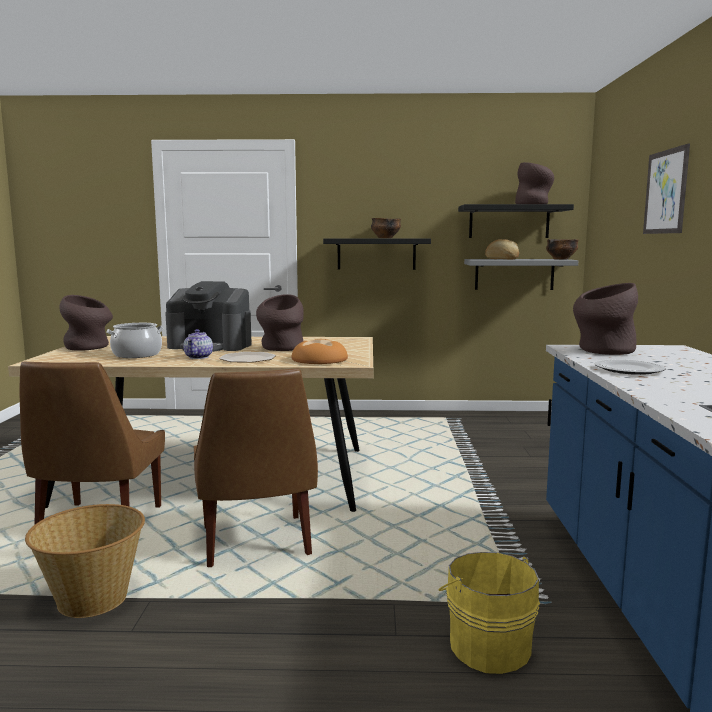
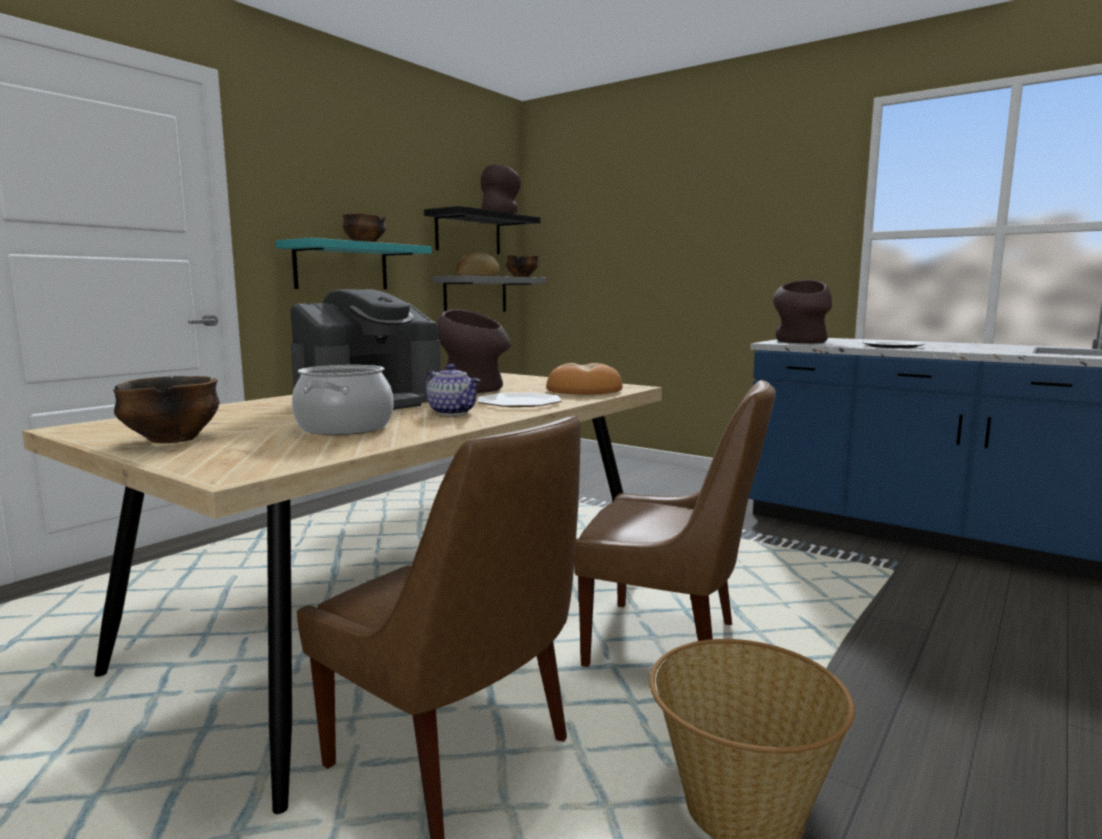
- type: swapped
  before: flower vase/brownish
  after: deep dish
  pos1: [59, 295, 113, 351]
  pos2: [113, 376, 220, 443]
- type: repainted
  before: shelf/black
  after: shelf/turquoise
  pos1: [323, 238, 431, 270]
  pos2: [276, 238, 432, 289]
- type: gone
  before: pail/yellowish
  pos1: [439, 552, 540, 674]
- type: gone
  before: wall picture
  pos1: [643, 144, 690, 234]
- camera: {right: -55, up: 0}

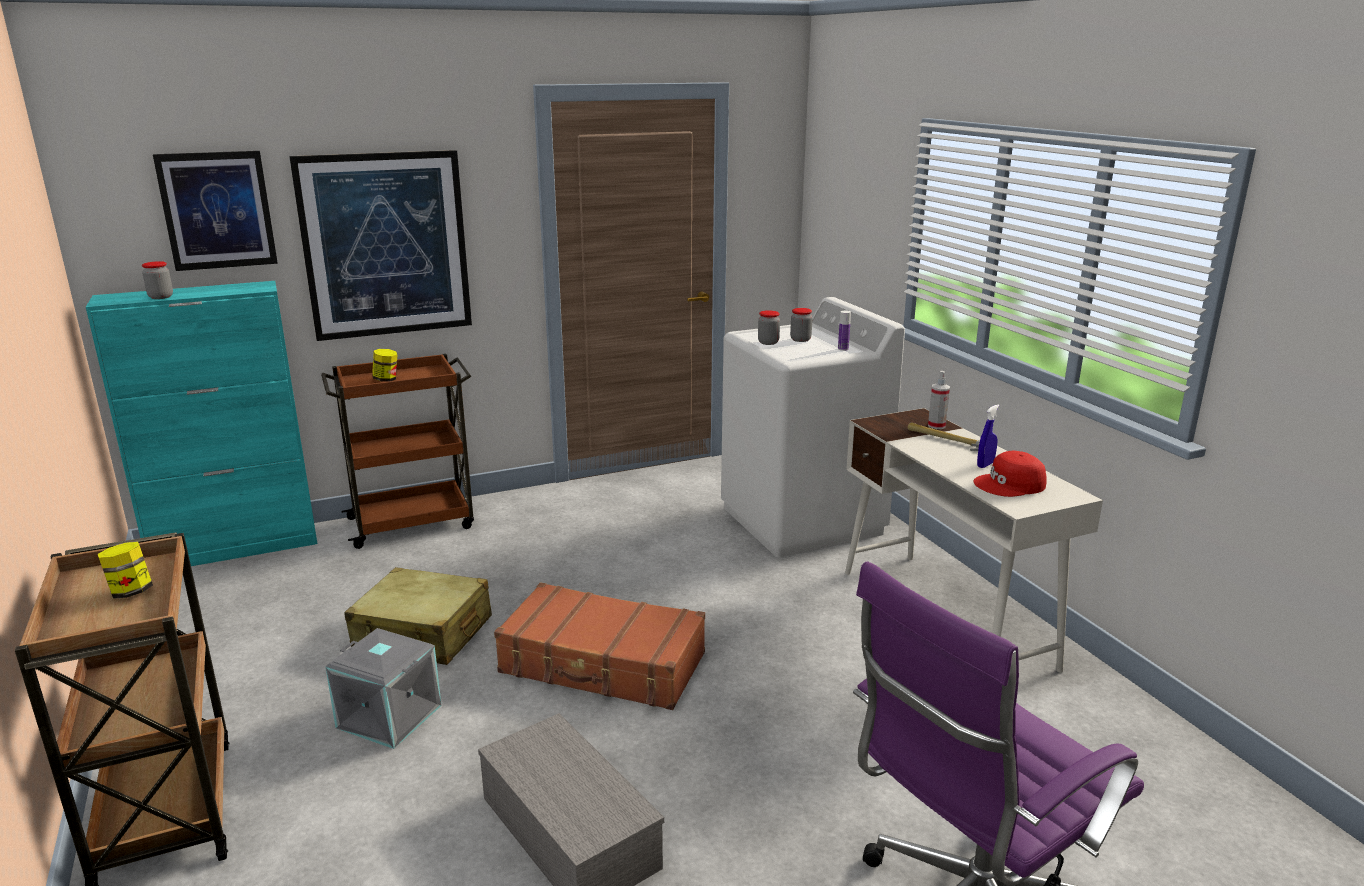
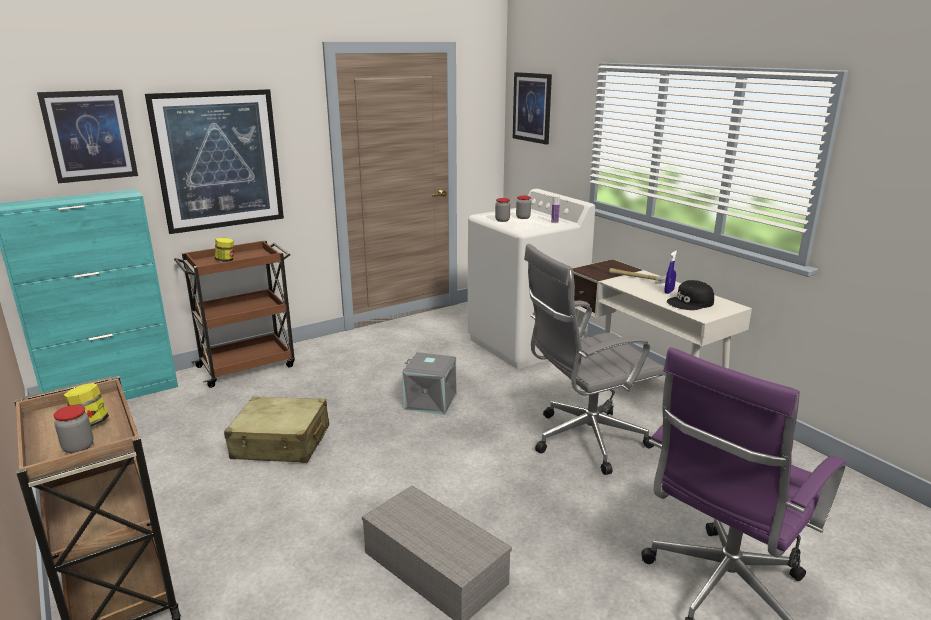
- type: shifted
  before: jar
  pos1: [142, 261, 173, 299]
  pos2: [53, 405, 93, 454]
- type: shifted
  before: storage bin/grey
  pos1: [325, 628, 441, 749]
  pos2: [402, 352, 456, 415]
- type: gone
  before: piece of luggage/brownish
  pos1: [494, 582, 705, 710]
- type: gone
  before: sprayer
  pos1: [928, 371, 950, 429]
- type: repainted
  before: cap/red
  after: cap/black
  pos1: [973, 451, 1047, 497]
  pos2: [667, 280, 714, 310]
- type: new
  after: wall picture
  pos2: [513, 72, 552, 145]
- type: new
  after: desk chair/grey
  pos2: [524, 244, 666, 475]
- camera: {right: -10, up: 0}

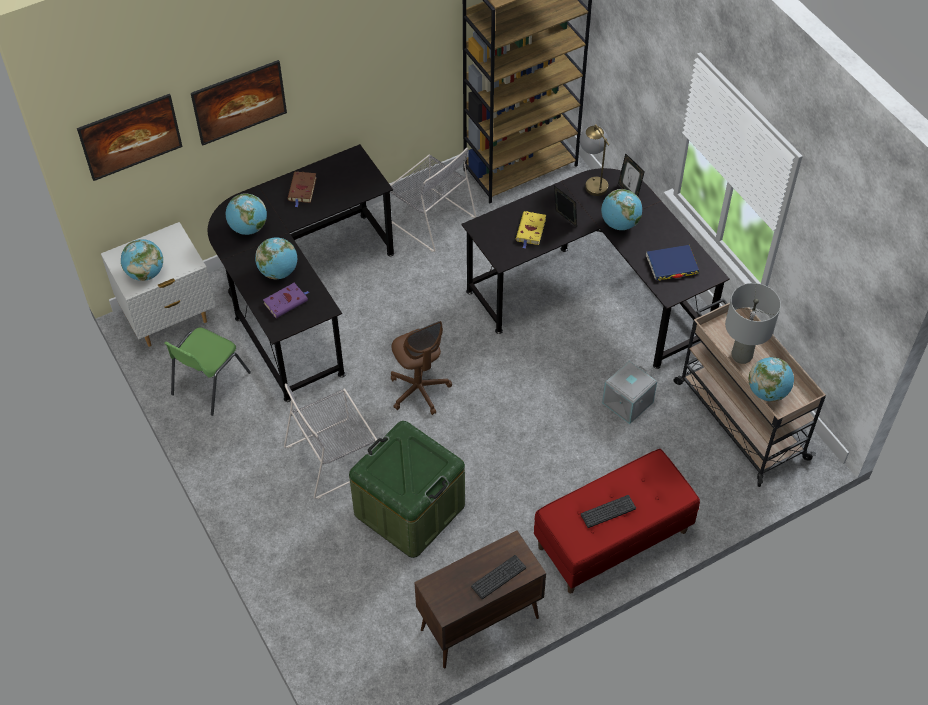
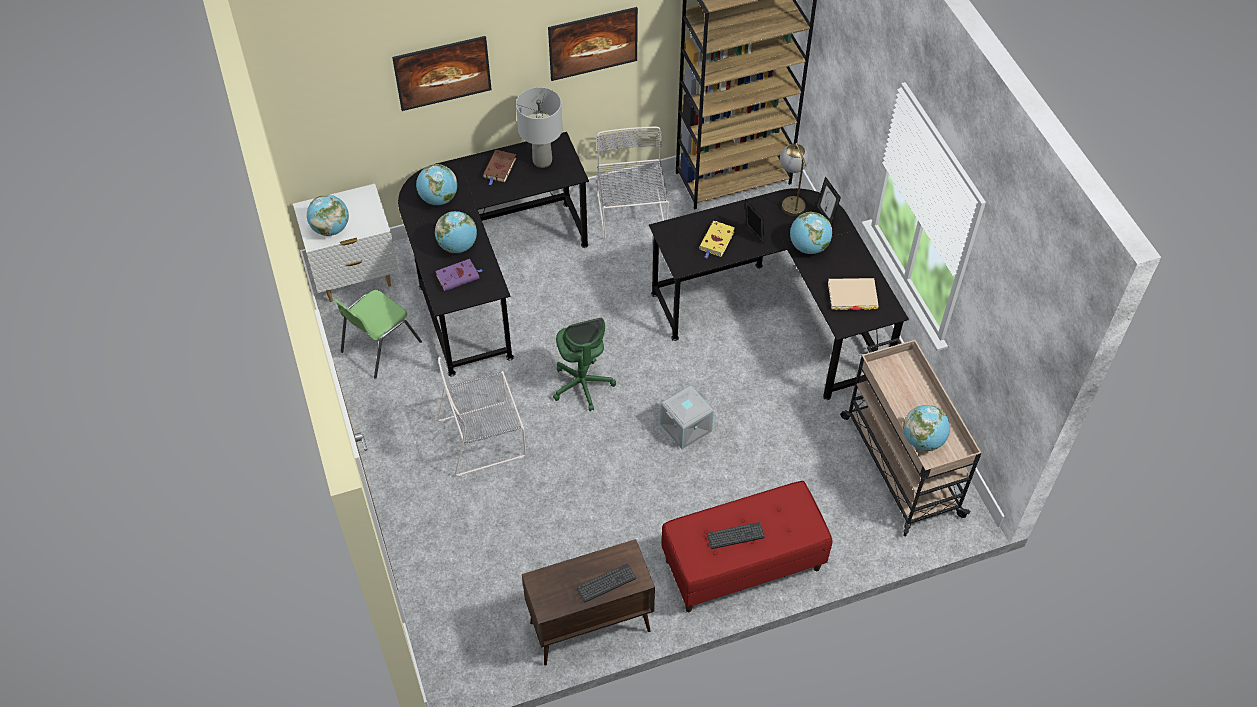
- type: shifted
  before: wall picture
  pos1: [77, 94, 183, 181]
  pos2: [548, 7, 638, 81]
- type: gone
  before: storage bin/green-coloured
  pos1: [349, 421, 465, 558]
- type: rotated
  before: plain chair/grey
  pos1: [390, 148, 476, 252]
  pos2: [597, 127, 669, 239]
  turn: -150
- type: repainted
  before: desk chair/brownish
  after: desk chair/green-coloured
  pos1: [391, 321, 452, 415]
  pos2: [553, 318, 616, 411]
- type: shifted
  before: storage bin/grey
  pos1: [602, 361, 657, 424]
  pos2: [660, 385, 714, 449]
- type: repainted
  before: volume/blue-coloured
  after: volume/beige-coloured
  pos1: [646, 245, 699, 280]
  pos2: [828, 278, 879, 310]
- type: shifted
  before: lamp for a table/grey
  pos1: [725, 283, 781, 364]
  pos2: [516, 87, 563, 168]
- camera: {right: 10, up: 0}

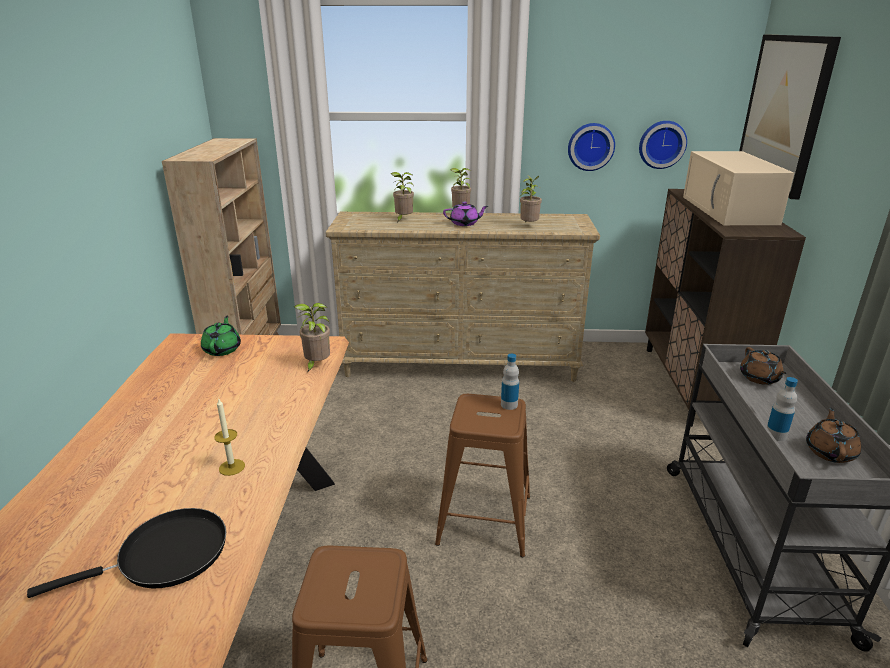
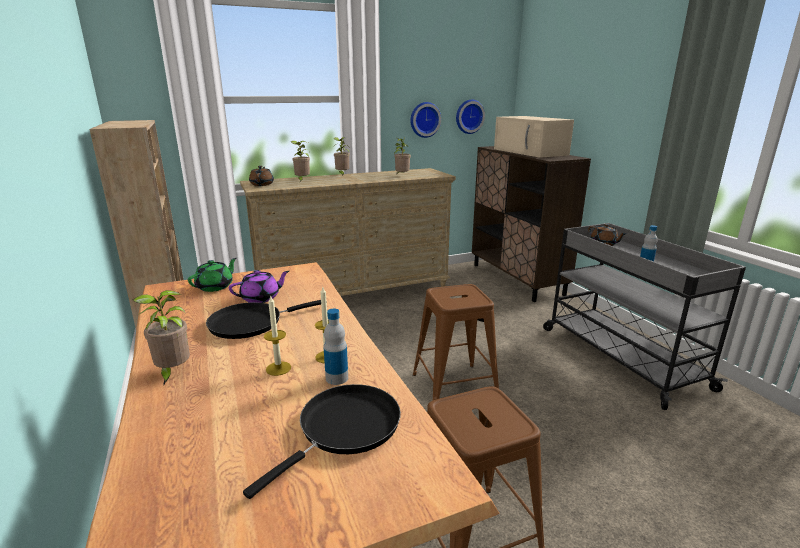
- type: rotated
  before: tea pot/green-coloured
  pos1: [201, 316, 241, 356]
  pos2: [188, 258, 237, 292]
  turn: 60
- type: shifted
  before: plant in a pot
  pos1: [294, 303, 330, 373]
  pos2: [133, 290, 190, 386]
- type: shifted
  before: tea pot/purple-coloured
  pos1: [443, 202, 488, 226]
  pos2: [229, 270, 289, 303]
- type: shifted
  before: beverage bottle
  pos1: [501, 354, 519, 410]
  pos2: [324, 309, 348, 385]
- type: gone
  before: wall picture
  pos1: [739, 35, 841, 199]
- type: shifted
  before: tea pot/brownish
  pos1: [806, 408, 861, 463]
  pos2: [249, 166, 274, 186]
- type: new
  after: pan/black
  pos2: [206, 300, 327, 339]
- type: new
  after: candle
  pos2: [264, 295, 291, 376]
- camera: {right: -25, up: -5}

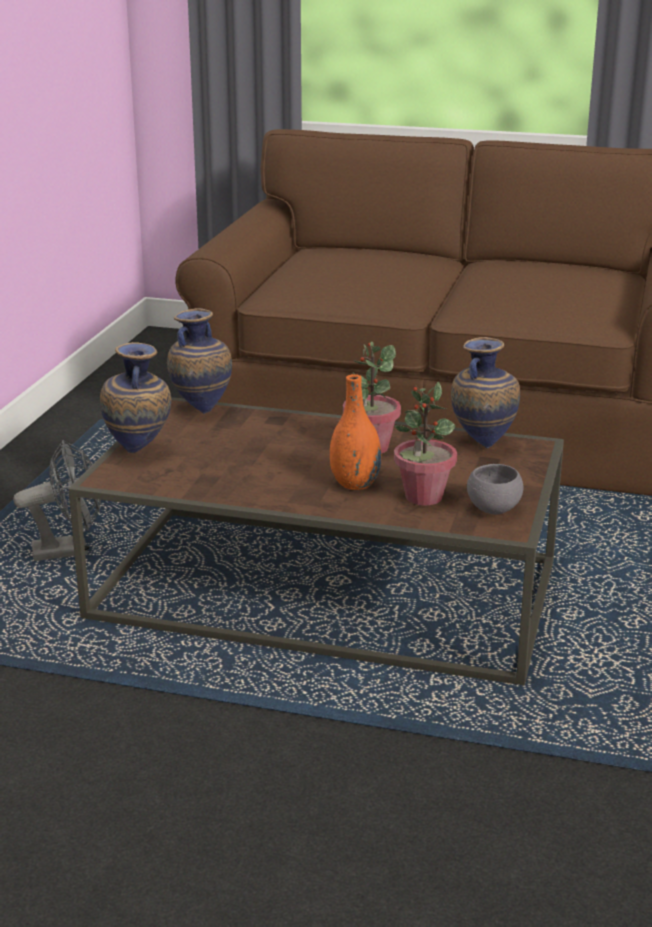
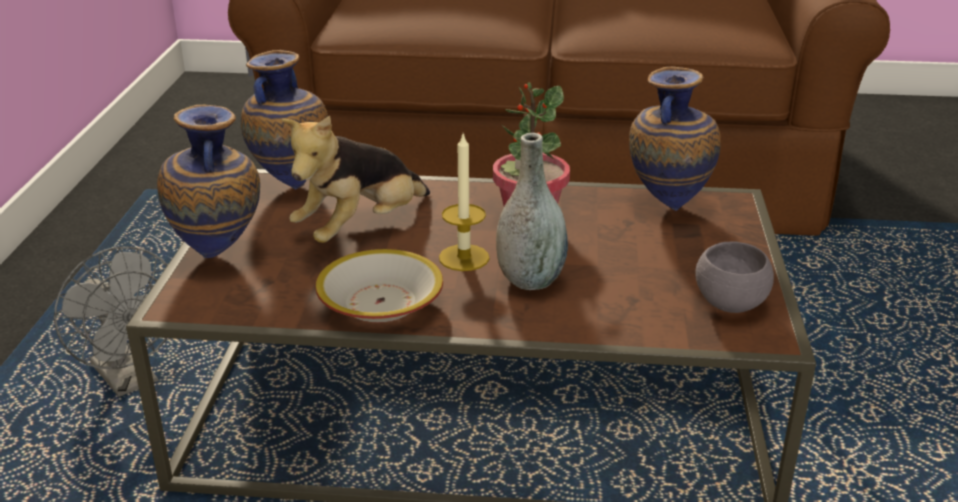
- type: rotated
  before: fan/grey
  pos1: [13, 440, 101, 561]
  pos2: [54, 246, 168, 397]
  turn: 75
- type: repainted
  before: flower vase/orange
  after: flower vase/grey
  pos1: [330, 374, 381, 490]
  pos2: [496, 133, 568, 290]
- type: gone
  before: plant in a pot
  pos1: [394, 382, 457, 505]
- type: new
  after: soft toy
  pos2: [281, 116, 430, 243]
- type: new
  after: deep dish
  pos2: [315, 249, 443, 323]
- type: new
  after: candle
  pos2: [439, 134, 490, 271]
- camera: {right: -10, up: 5}

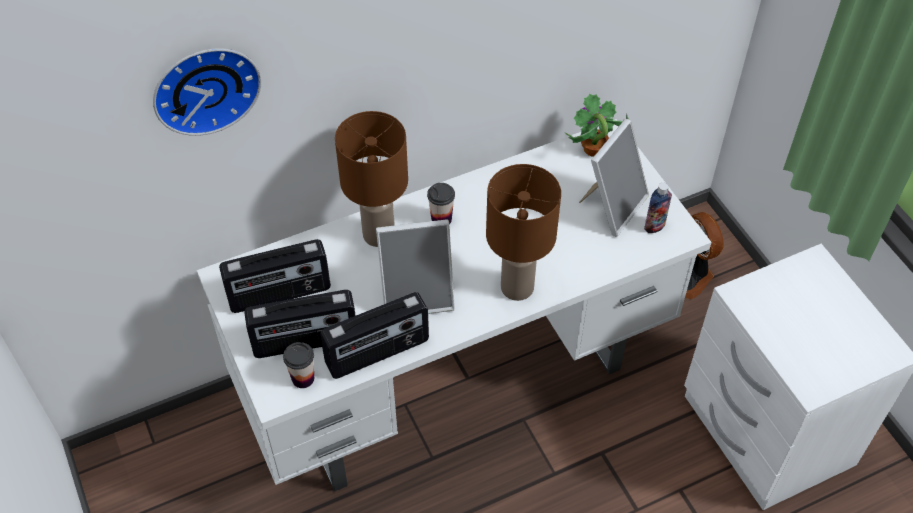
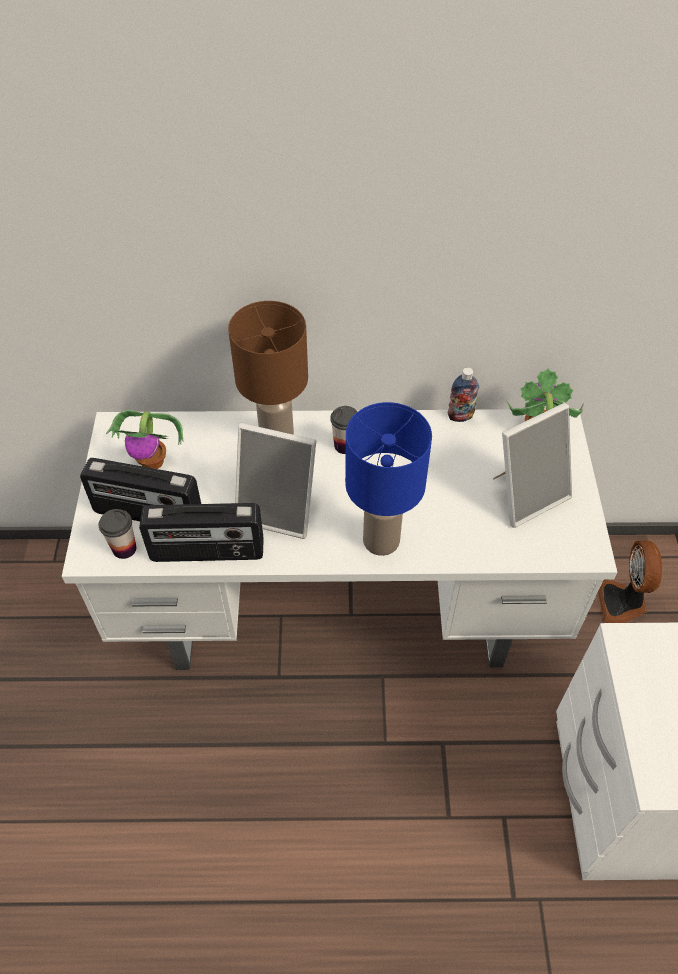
- type: gone
  before: wall clock
  pos1: [153, 48, 261, 136]
- type: swapped
  before: radio receiver
  after: plant in a pot
  pos1: [219, 239, 331, 313]
  pos2: [106, 410, 184, 469]
- type: repainted
  before: lamp for a table/brownish
  after: lamp for a table/blue-coloured
  pos1: [486, 164, 561, 301]
  pos2: [345, 402, 432, 556]
- type: shifted
  before: beverage bottle
  pos1: [644, 183, 672, 233]
  pos2: [448, 368, 479, 422]
- camera: {right: 25, up: 0}

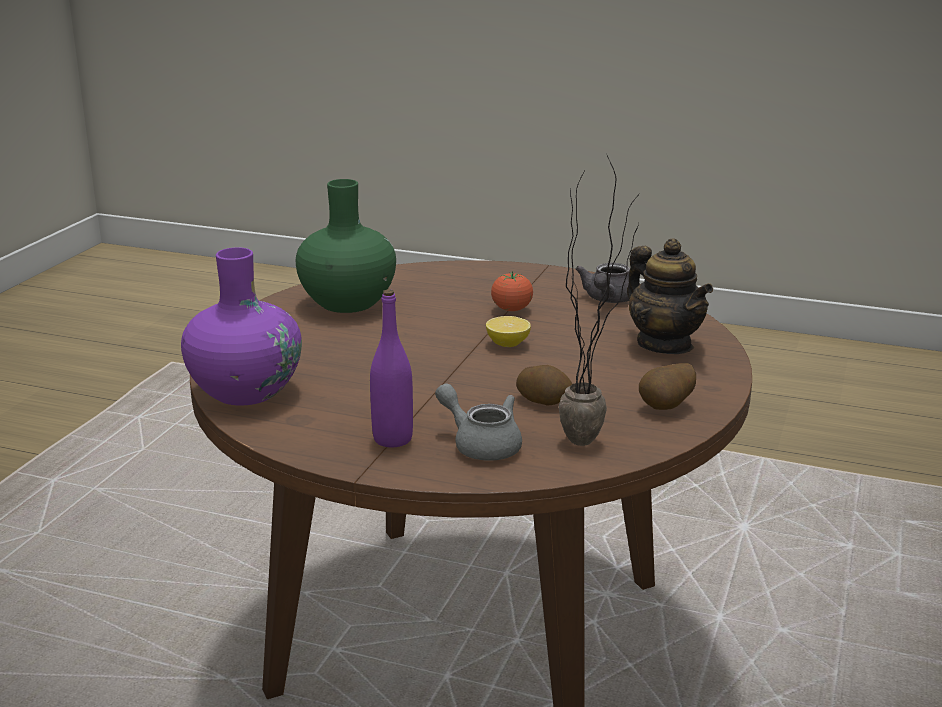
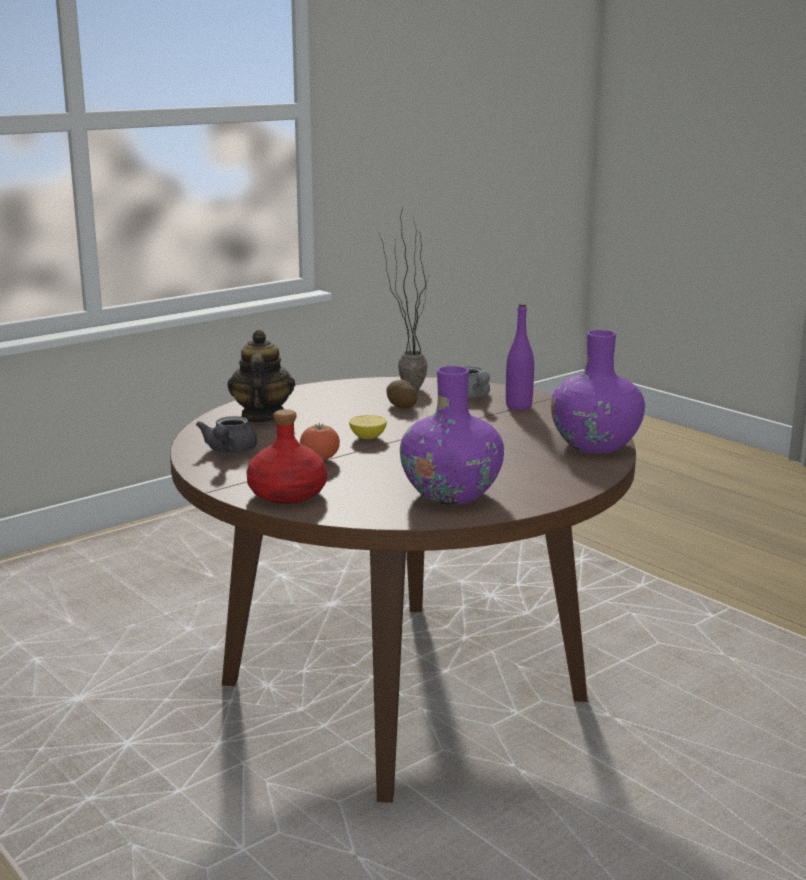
- type: repainted
  before: flower vase/green-coloured
  after: flower vase/purple-coloured
  pos1: [296, 179, 396, 313]
  pos2: [400, 366, 504, 505]
- type: rotated
  before: tea pot/grey
  pos1: [575, 263, 630, 303]
  pos2: [196, 416, 257, 454]
  turn: 135
- type: gone
  before: potato
  pos1: [639, 363, 696, 410]
- type: new
  after: beverage bottle/red
  pos2: [247, 409, 327, 504]
- camera: {right: -150, up: -5}

